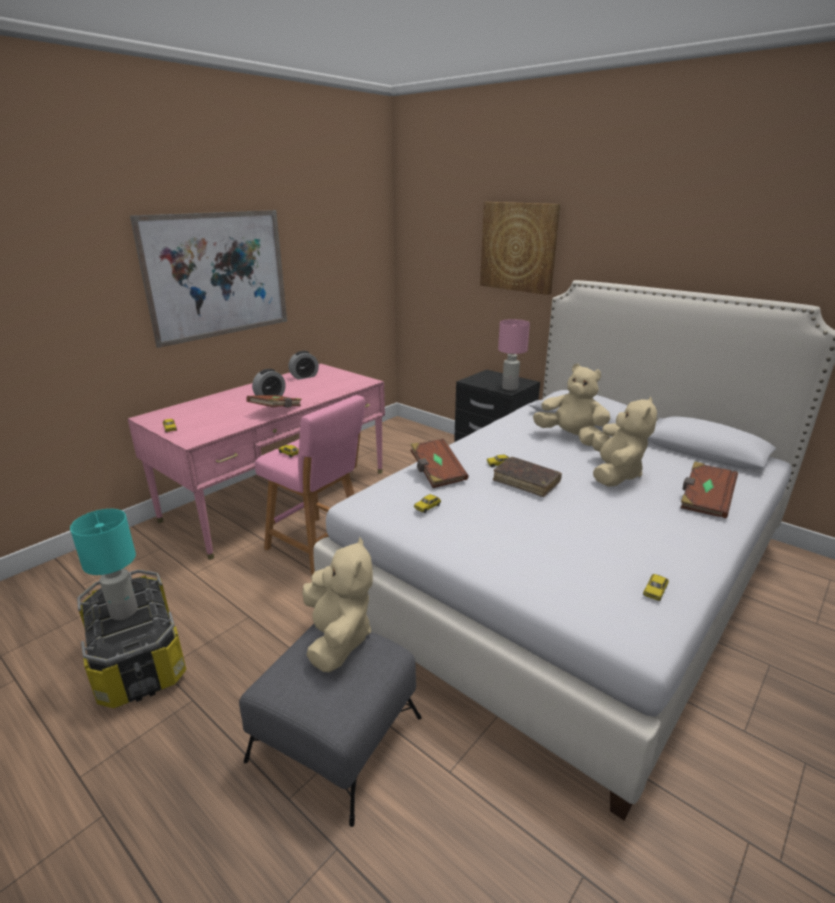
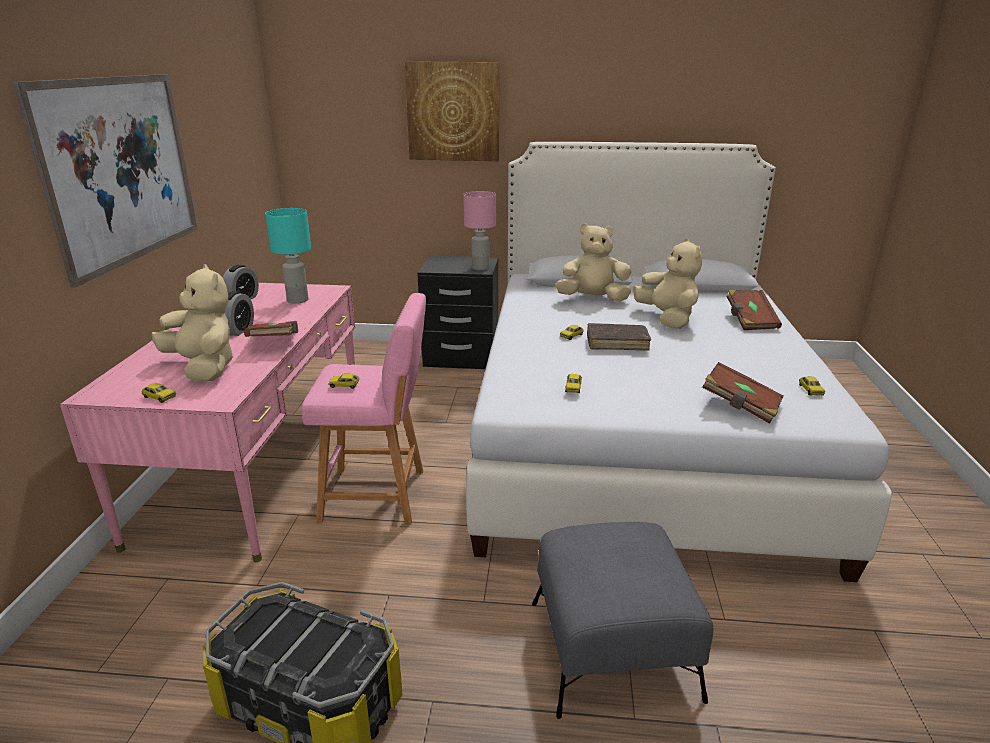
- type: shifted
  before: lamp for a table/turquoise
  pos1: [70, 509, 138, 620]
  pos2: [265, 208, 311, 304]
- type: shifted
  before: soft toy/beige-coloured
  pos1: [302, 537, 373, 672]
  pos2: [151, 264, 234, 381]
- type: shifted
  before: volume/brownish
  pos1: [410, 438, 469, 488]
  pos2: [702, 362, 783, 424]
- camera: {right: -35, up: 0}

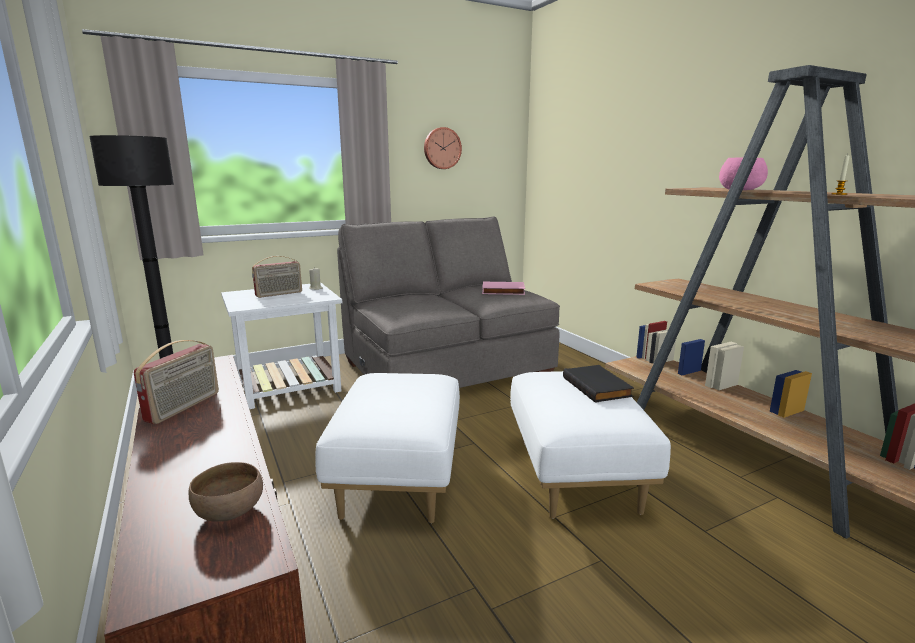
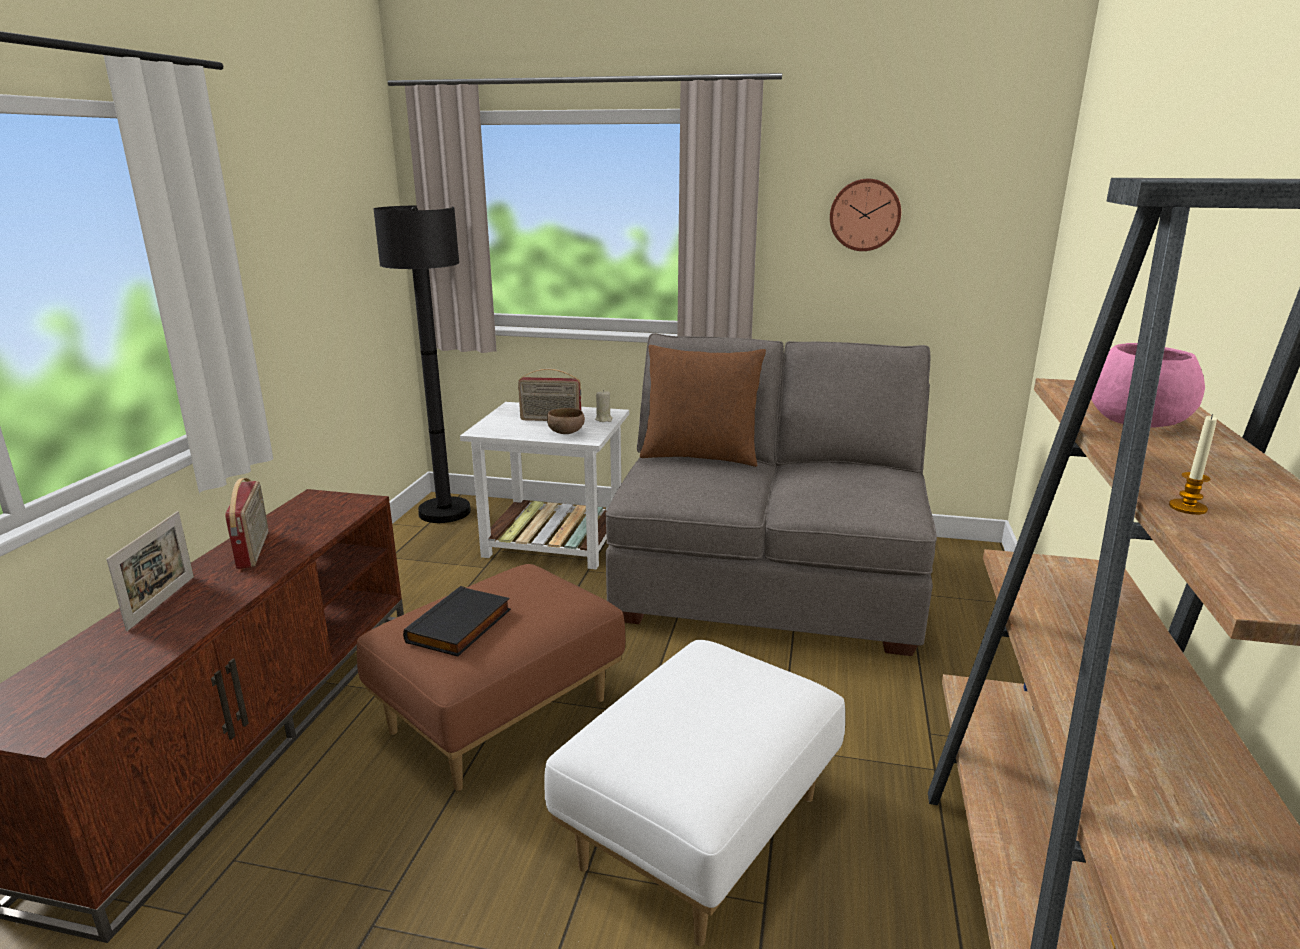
- type: rotated
  before: radio receiver
  pos1: [134, 340, 219, 424]
  pos2: [225, 478, 268, 569]
  turn: -75
- type: shifted
  before: deep dish/brownish
  pos1: [188, 462, 263, 522]
  pos2: [547, 408, 585, 434]
- type: repainted
  before: footrest/whitish
  after: footrest/brownish
  pos1: [315, 373, 460, 523]
  pos2: [357, 564, 626, 791]
- type: gone
  before: volume/pink
  pos1: [482, 282, 525, 295]
- type: shifted
  before: volume/black
  pos1: [563, 365, 634, 403]
  pos2: [403, 586, 511, 657]
- type: new
  after: standing frame
  pos2: [106, 511, 194, 631]
- type: new
  after: pillow/brownish
  pos2: [640, 345, 766, 467]
- camera: {right: 40, up: 5}

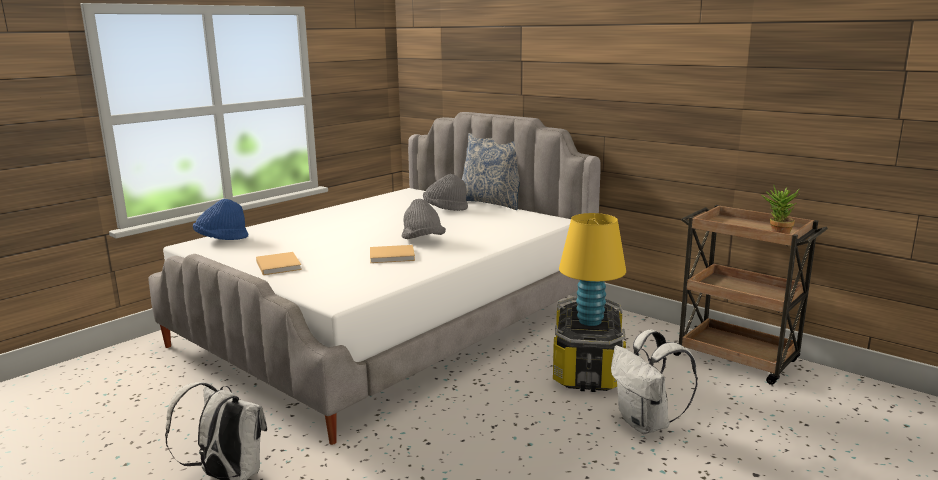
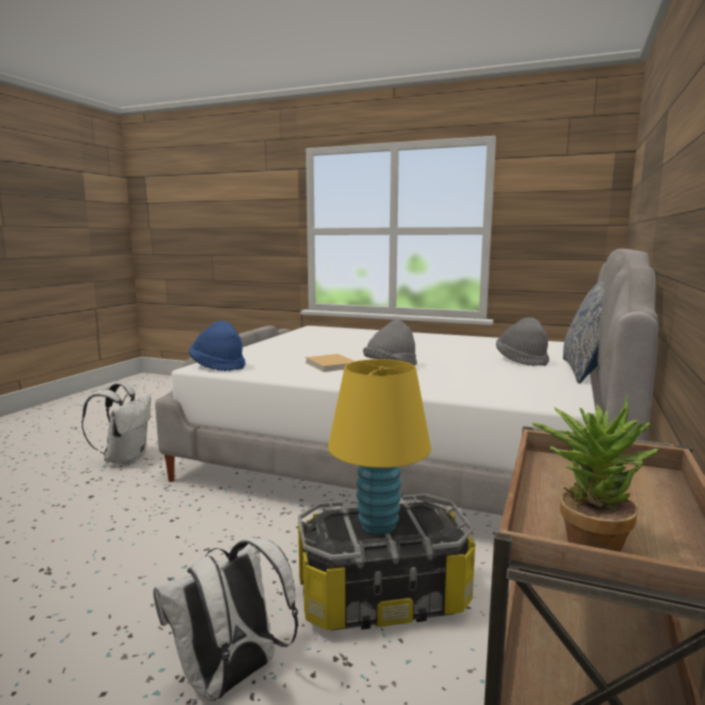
- type: shifted
  before: clothing hat/blue-coloured
  pos1: [193, 199, 248, 240]
  pos2: [189, 321, 246, 371]
- type: gone
  before: volume/beige-coloured
  pos1: [256, 252, 302, 275]
- camera: {right: 70, up: -5}

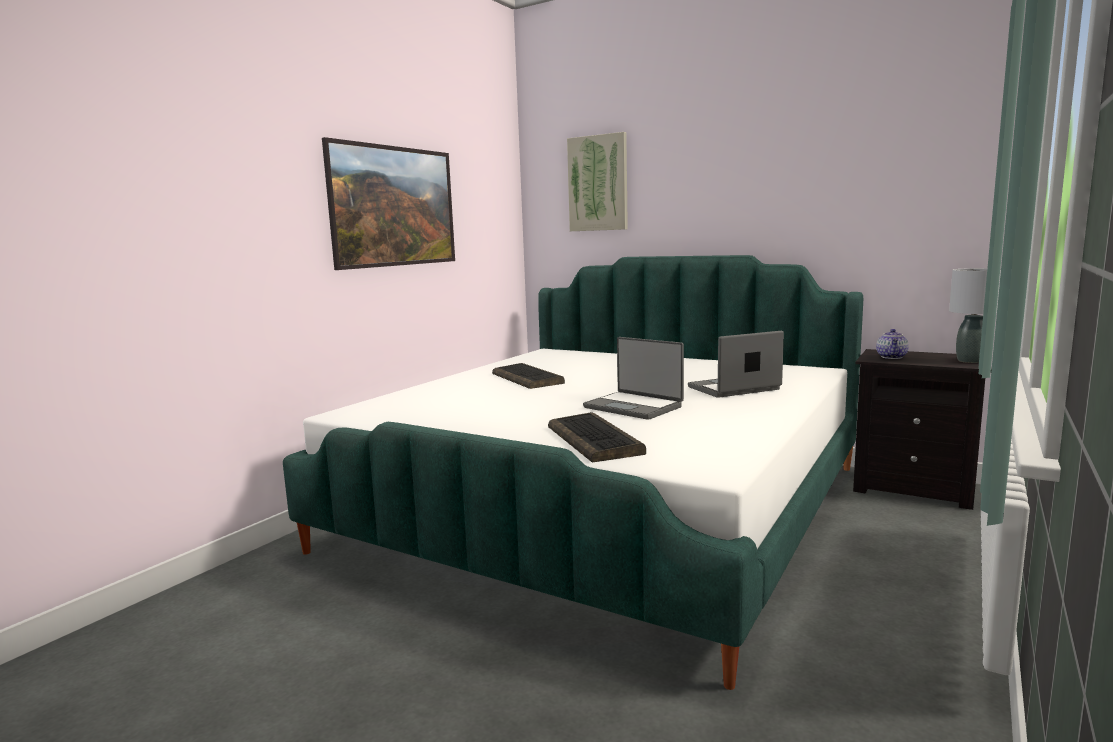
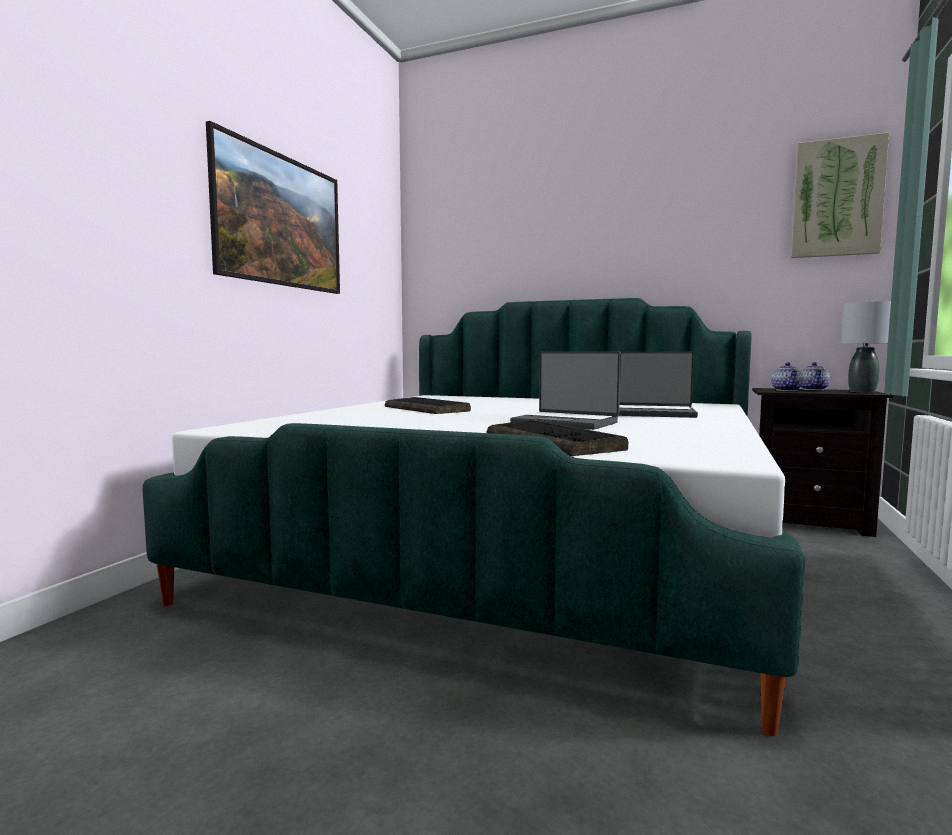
- type: shifted
  before: wall picture
  pos1: [567, 132, 628, 231]
  pos2: [791, 132, 889, 258]
- type: rotated
  before: laptop
  pos1: [688, 331, 784, 398]
  pos2: [619, 352, 698, 418]
  turn: -135
- type: new
  after: tea pot
  pos2: [801, 362, 830, 390]
- camera: {right: -10, up: -5}

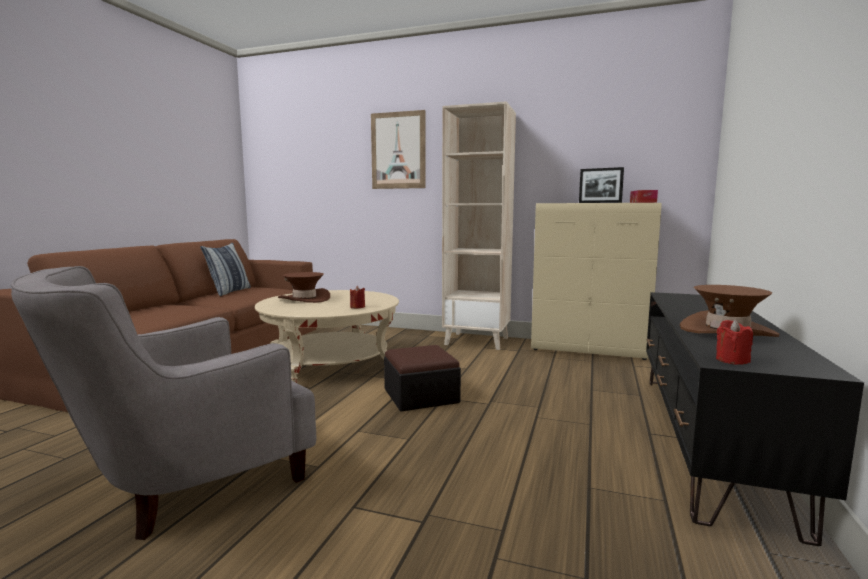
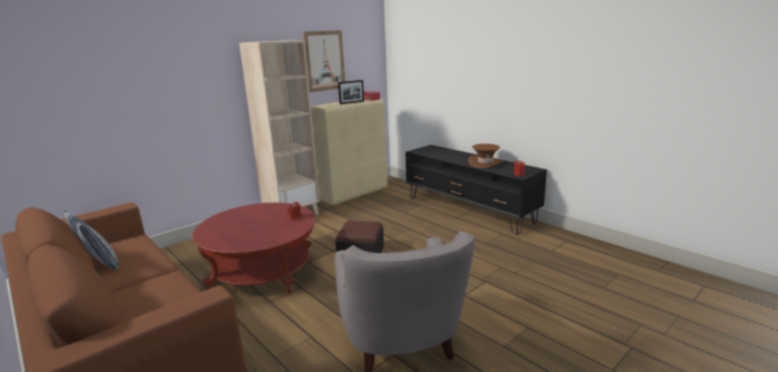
- type: repainted
  before: low table/beige-coloured
  after: low table/red
  pos1: [255, 290, 399, 383]
  pos2: [192, 202, 316, 295]
- type: gone
  before: clothing hat/brownish
  pos1: [278, 272, 330, 303]
- type: shifted
  before: wall picture
  pos1: [371, 110, 426, 189]
  pos2: [303, 30, 345, 93]
- camera: {right: -60, up: 10}

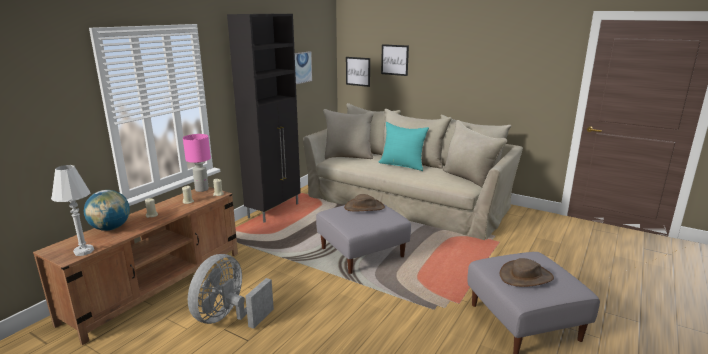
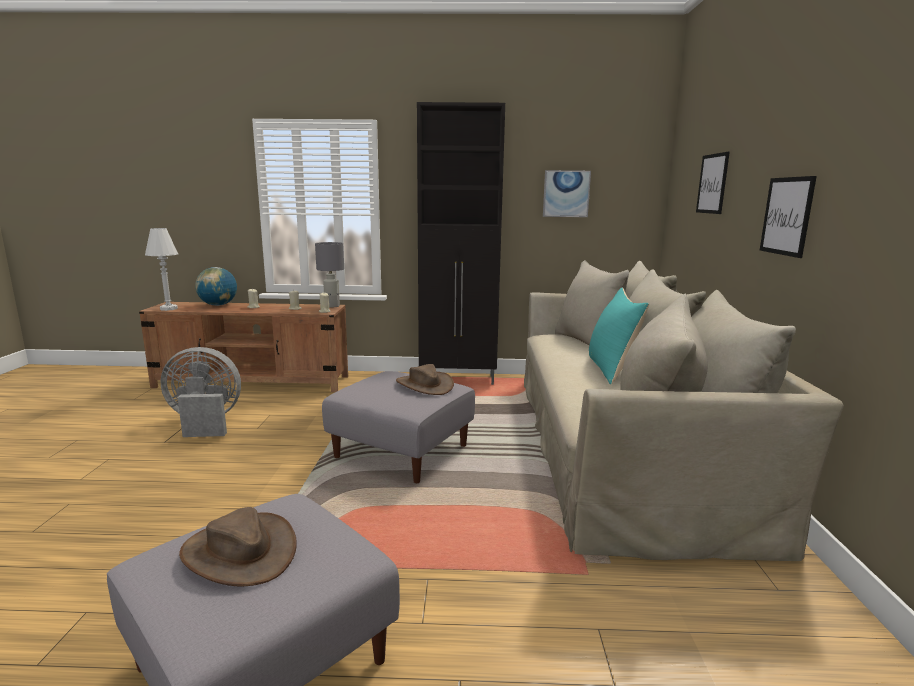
- type: repainted
  before: lamp for a table/pink
  after: lamp for a table/grey
  pos1: [183, 134, 211, 192]
  pos2: [315, 242, 344, 308]
- type: shifted
  before: wall picture
  pos1: [346, 57, 370, 87]
  pos2: [760, 176, 817, 258]
- camera: {right: 60, up: -5}

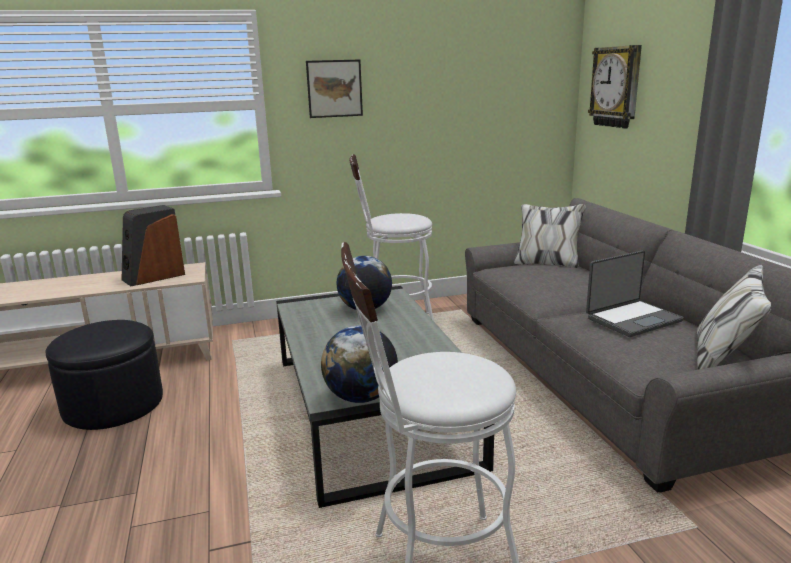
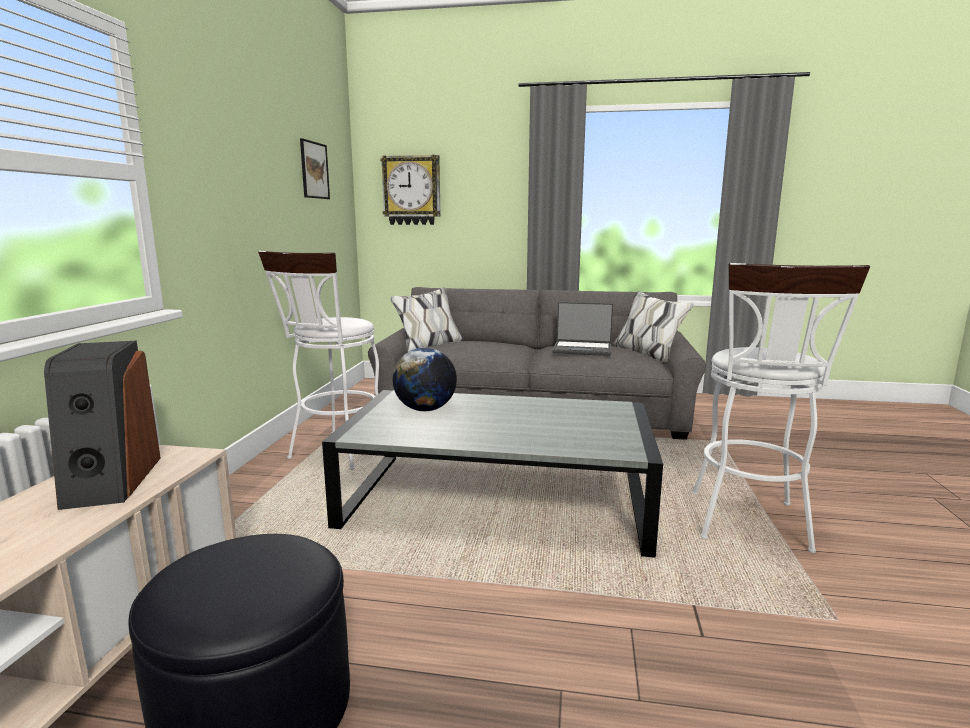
- type: shifted
  before: wall picture
  pos1: [306, 60, 363, 118]
  pos2: [300, 138, 330, 199]
- type: gone
  before: world globe
  pos1: [321, 325, 398, 403]
- type: rotated
  before: laptop
  pos1: [586, 250, 684, 337]
  pos2: [552, 302, 613, 356]
  turn: 105
- camera: {right: -65, up: -5}

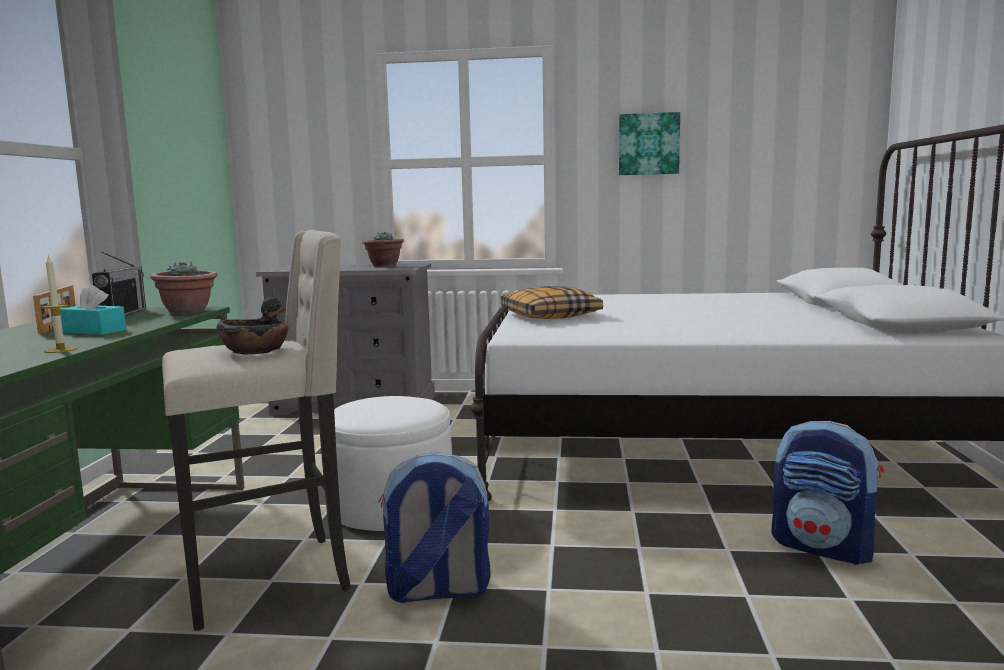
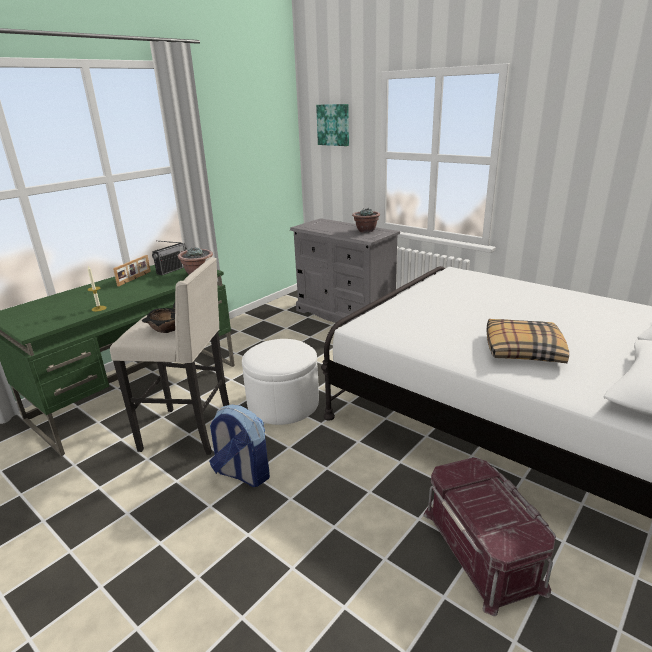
- type: gone
  before: tissue holder/turquoise
  pos1: [60, 284, 126, 335]
- type: shifted
  before: pillow
  pos1: [500, 286, 603, 319]
  pos2: [487, 319, 569, 363]
- type: shifted
  before: wall picture
  pos1: [619, 112, 680, 175]
  pos2: [316, 104, 349, 146]
- type: swapped
  before: rucksack
  after: storage bin/red
  pos1: [771, 421, 884, 565]
  pos2: [424, 457, 556, 616]
- camera: {right: 35, up: 15}

